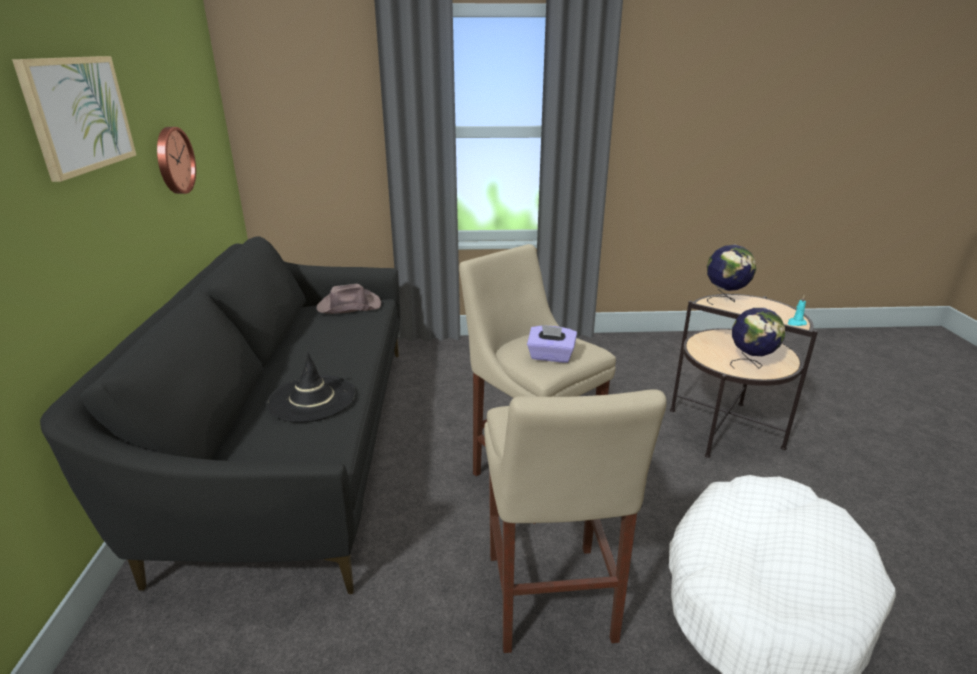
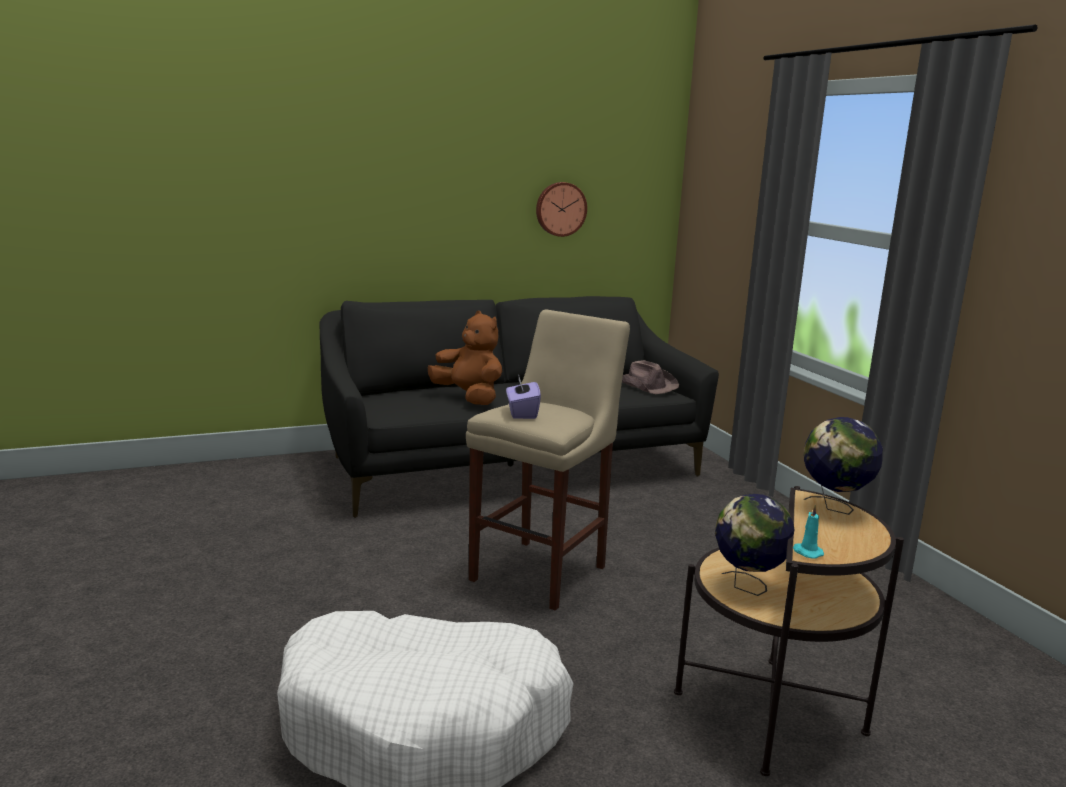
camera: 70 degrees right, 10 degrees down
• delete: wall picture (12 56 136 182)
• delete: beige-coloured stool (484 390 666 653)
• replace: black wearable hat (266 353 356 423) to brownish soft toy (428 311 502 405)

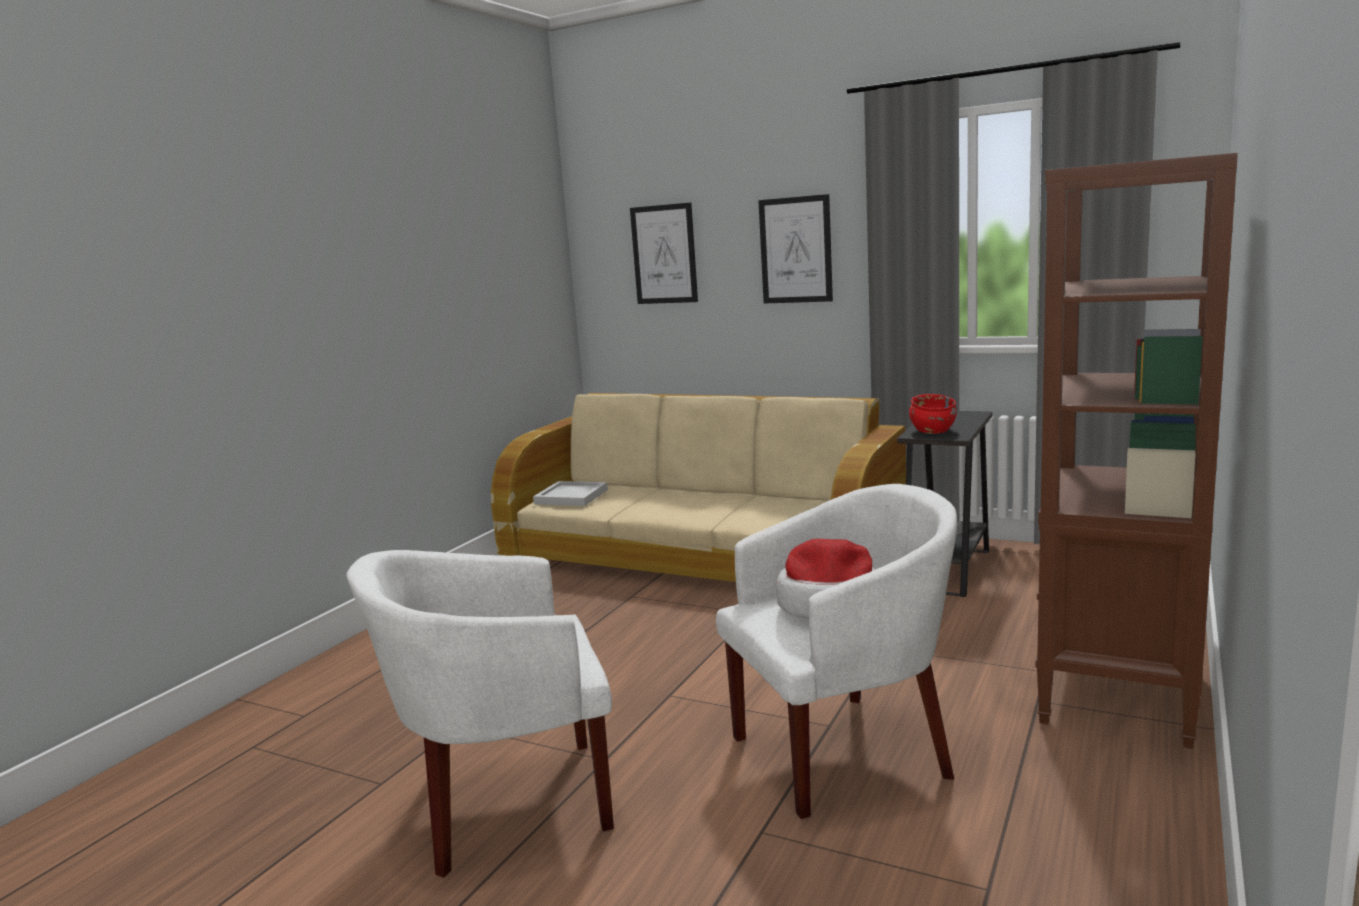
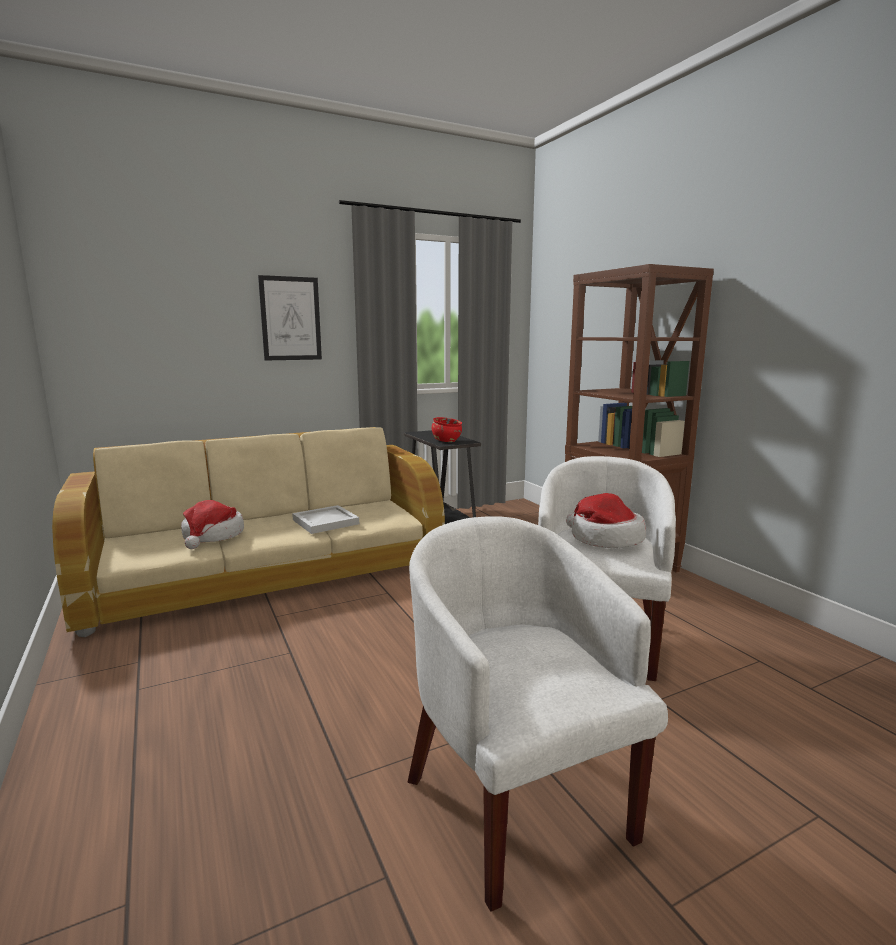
camera: 55 degrees left, 0 degrees up
• delete: wall picture (630 203 698 304)
• insert: wearable hat (181 500 244 549)
• move: white tray (533 481 608 506) to (292 505 359 534)
• rotate: white easy chair (346 550 614 878) = (408 516 668 912) 135 degrees clockwise

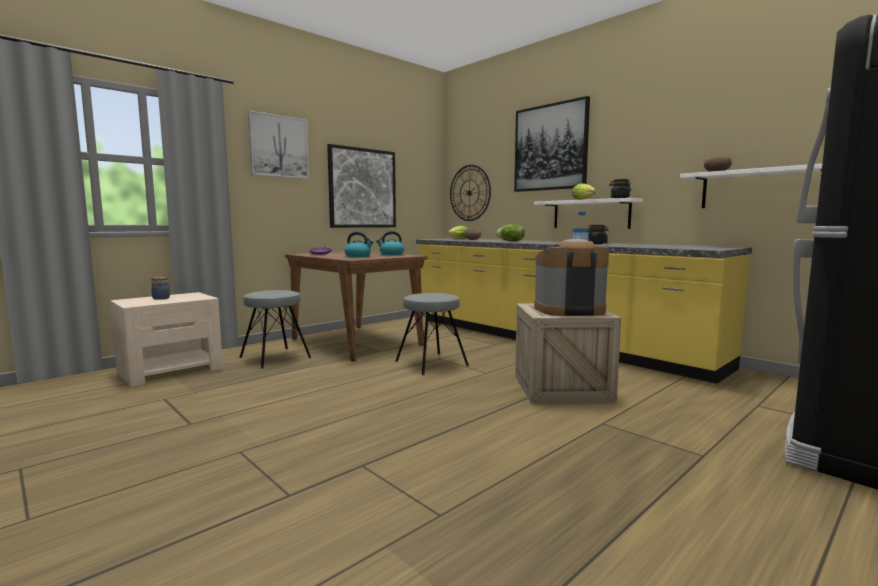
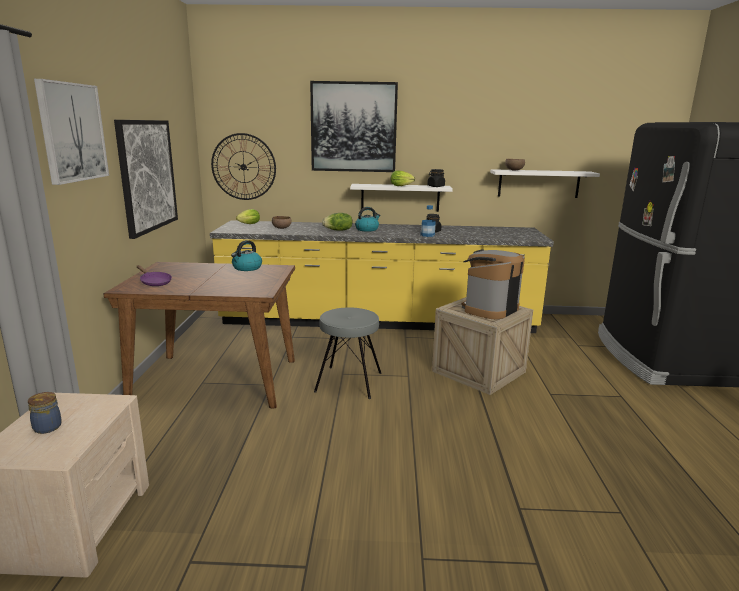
camera: 45 degrees left, 10 degrees up
• delete: grey stool (239 290 311 369)
• move: kettle (345 232 374 257) to (355 207 380 232)

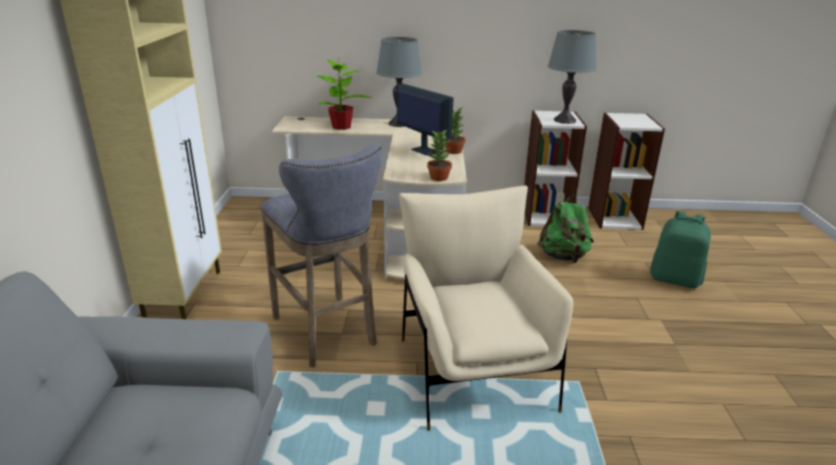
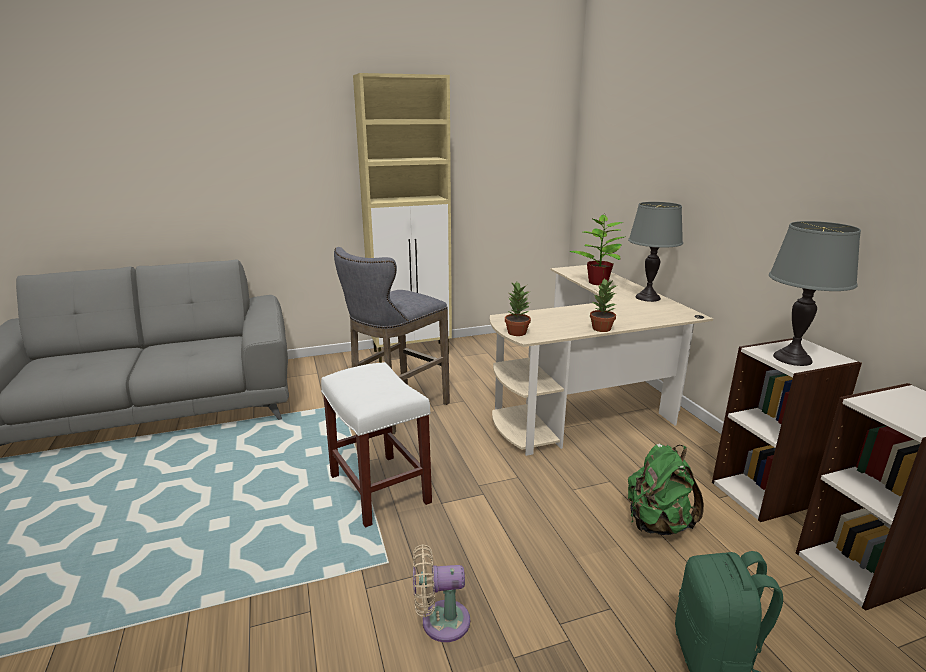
camera: 70 degrees right, 5 degrees down
• delete: computer display (397 83 454 156)
• insert: beige-coloured fan (413 544 470 642)
• replace: beige-coloured easy chair (399 186 573 431) to white stool (321 362 432 528)

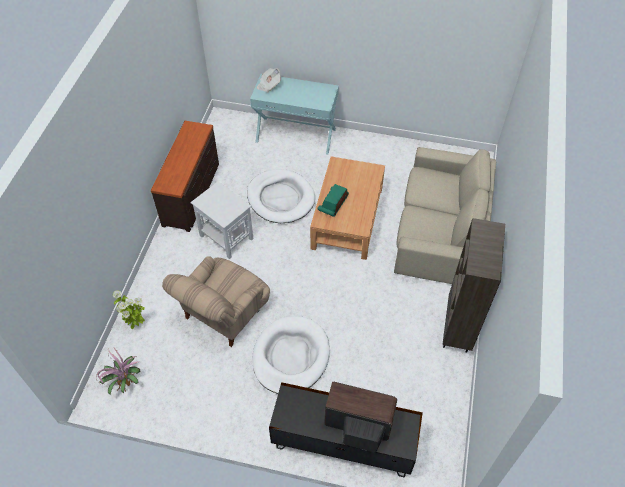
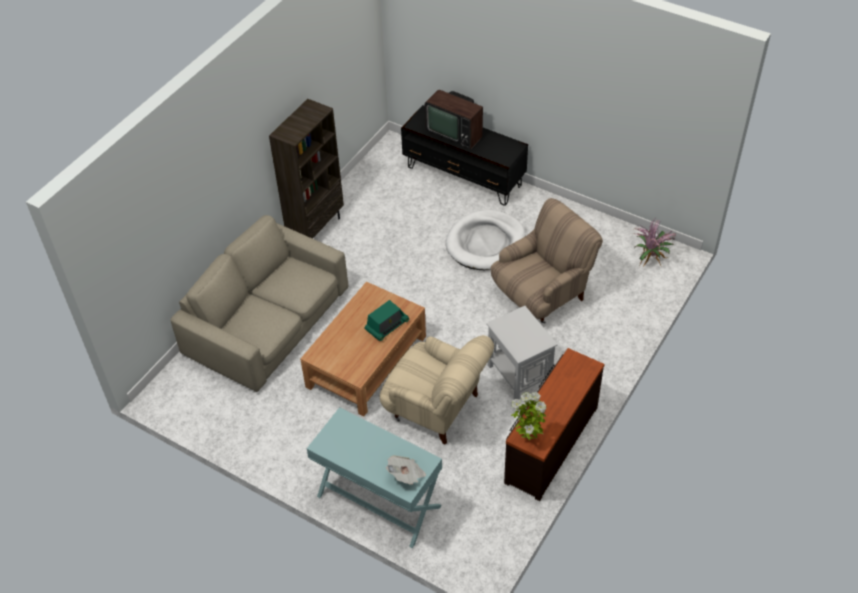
camera: 160 degrees left, 5 degrees down
• move: houseplant (112 290 145 329) to (511 392 547 440)
• replace: white dog cushion (247 169 315 223) to beige-coloured easy chair (380 335 494 445)

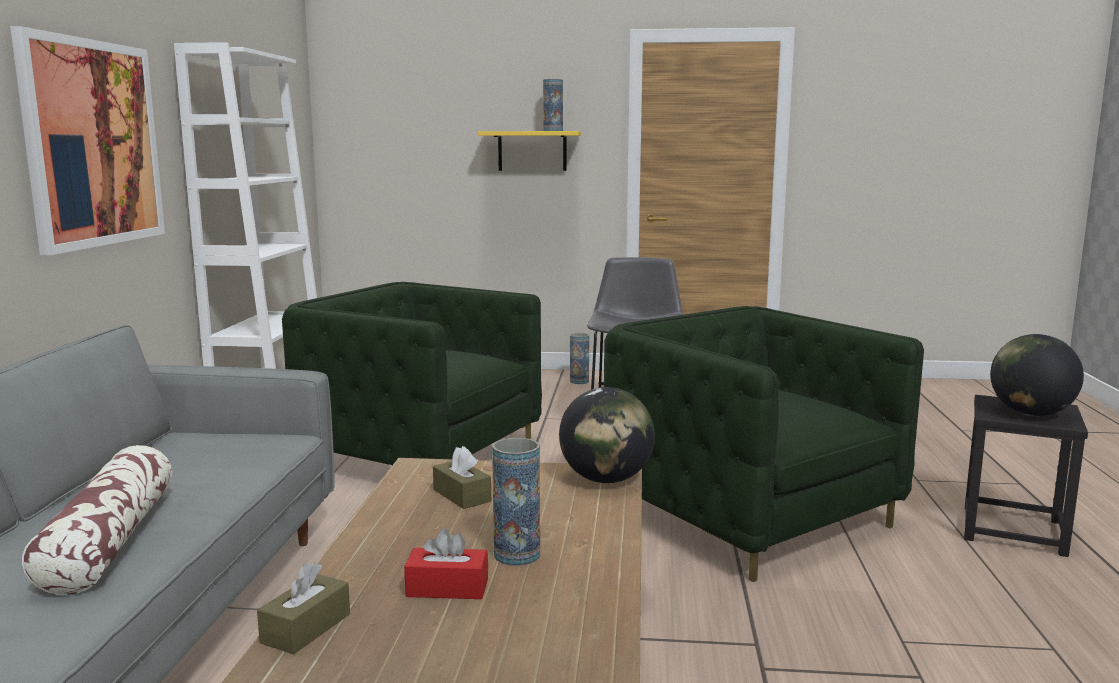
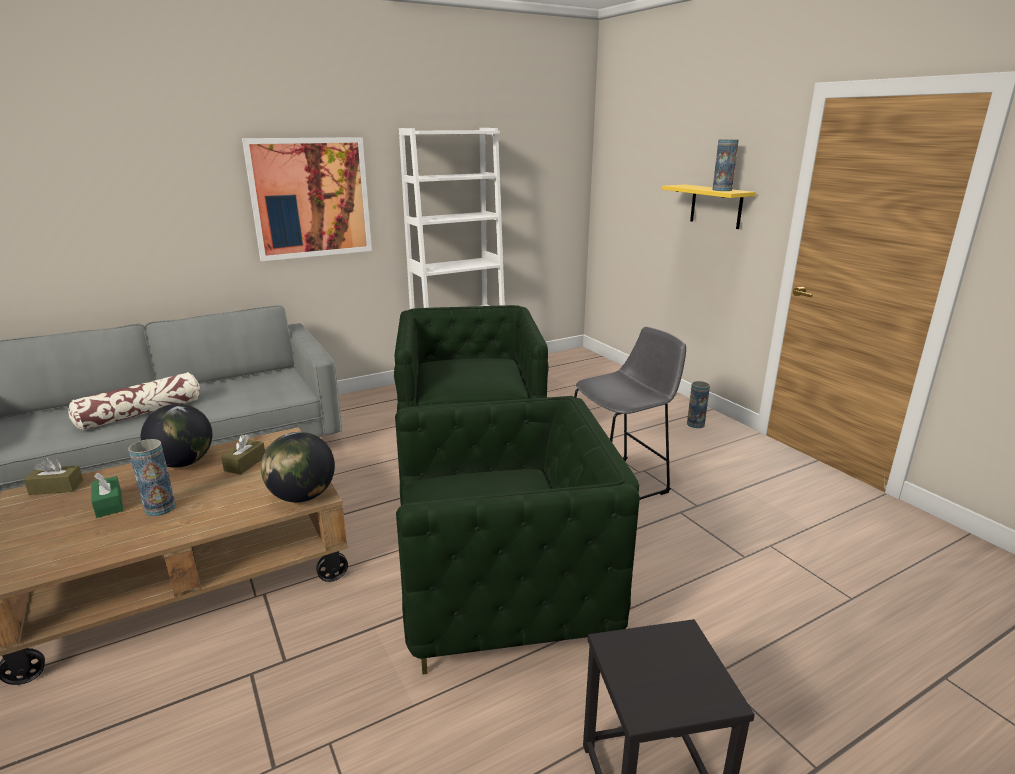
camera: 55 degrees right, 10 degrees up
• move: globe (990 334 1084 416) to (141 404 212 468)
• recolor: red-coloured tissue box (404 529 488 599) to greenish tissue box (91 473 123 518)
• rotate: greenish easy chair (604 306 924 582) = (395 396 640 675) 60 degrees clockwise

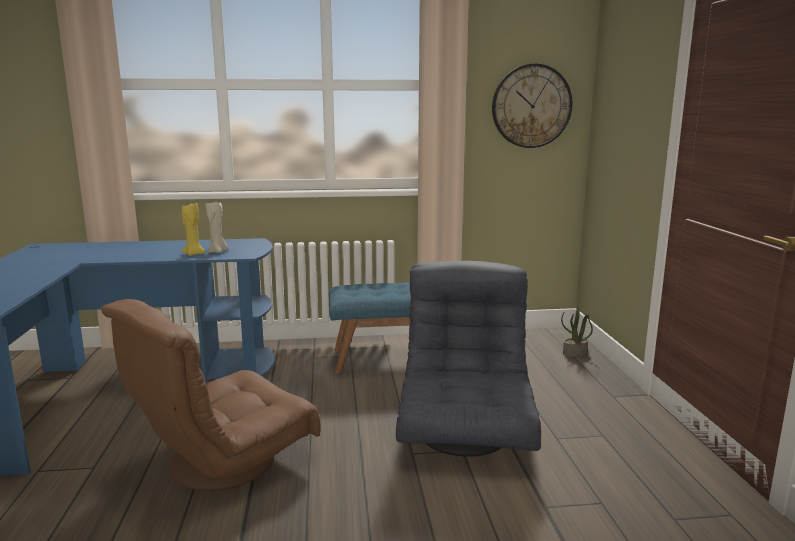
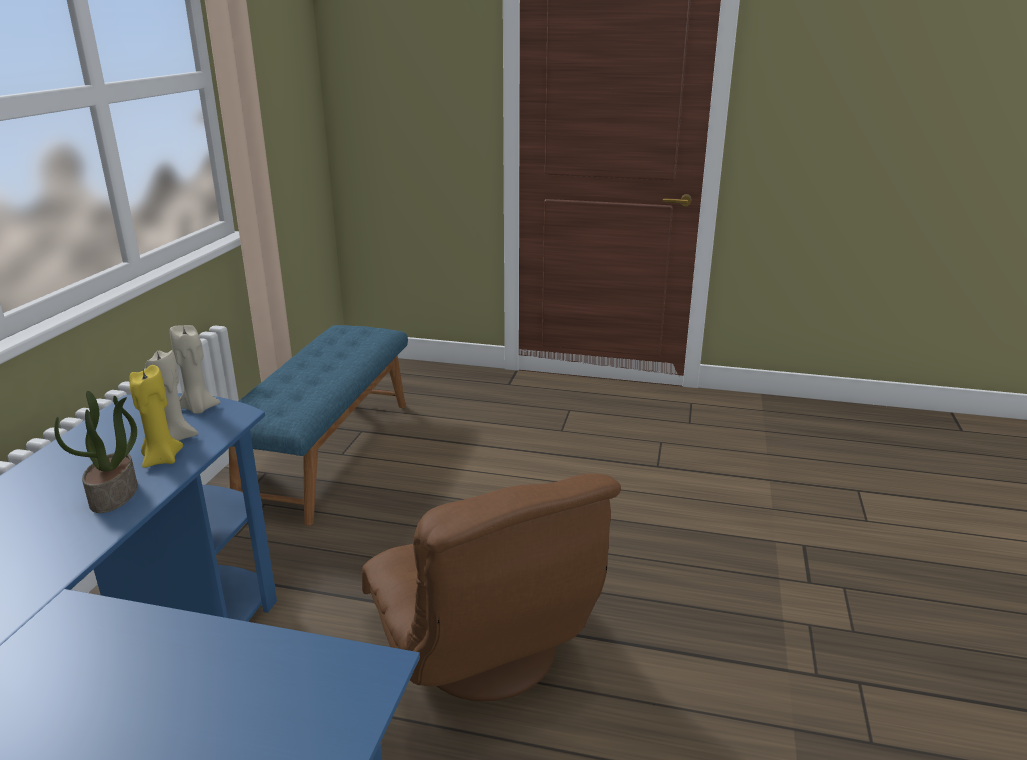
camera: 70 degrees left, 10 degrees up
• delete: grey easy chair (396 261 541 457)
• delete: hanging clock (492 63 573 148)
• insert: beige-coloured wax light (170 325 221 414)
• move: houseplant (561 307 593 357) to (54 391 138 513)

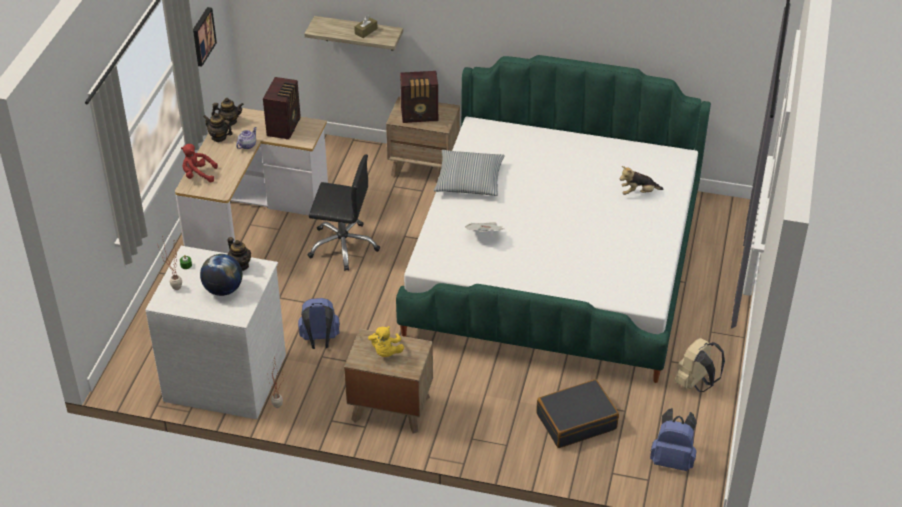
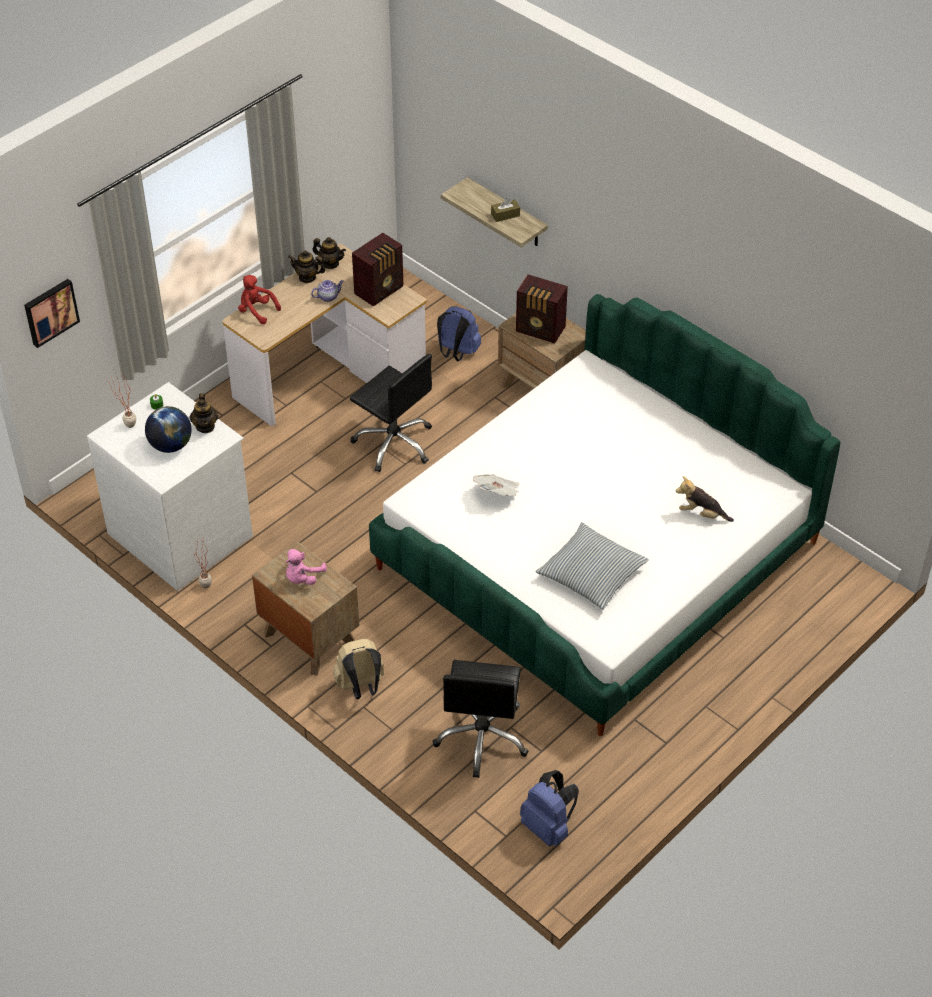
camera: 30 degrees right, 5 degrees up
• move: wall picture (193 7 217 67) to (24 279 80 348)
• move: blue-coloured backpack (298 298 340 349) to (437 306 481 361)
• move: pillow (434 150 505 196) to (536 522 649 610)
• move: beige-coloured backpack (675 338 725 392) to (333 639 384 699)
• replace: black suitcase (536 379 619 448) to black desk chair (433 660 529 778)
• recolor: yellow-coloured soft toy (368 326 404 357) to pink soft toy (286 549 327 585)
• rotate: tea pot (203 113 233 142) = (288 251 326 283) 45 degrees counterclockwise

